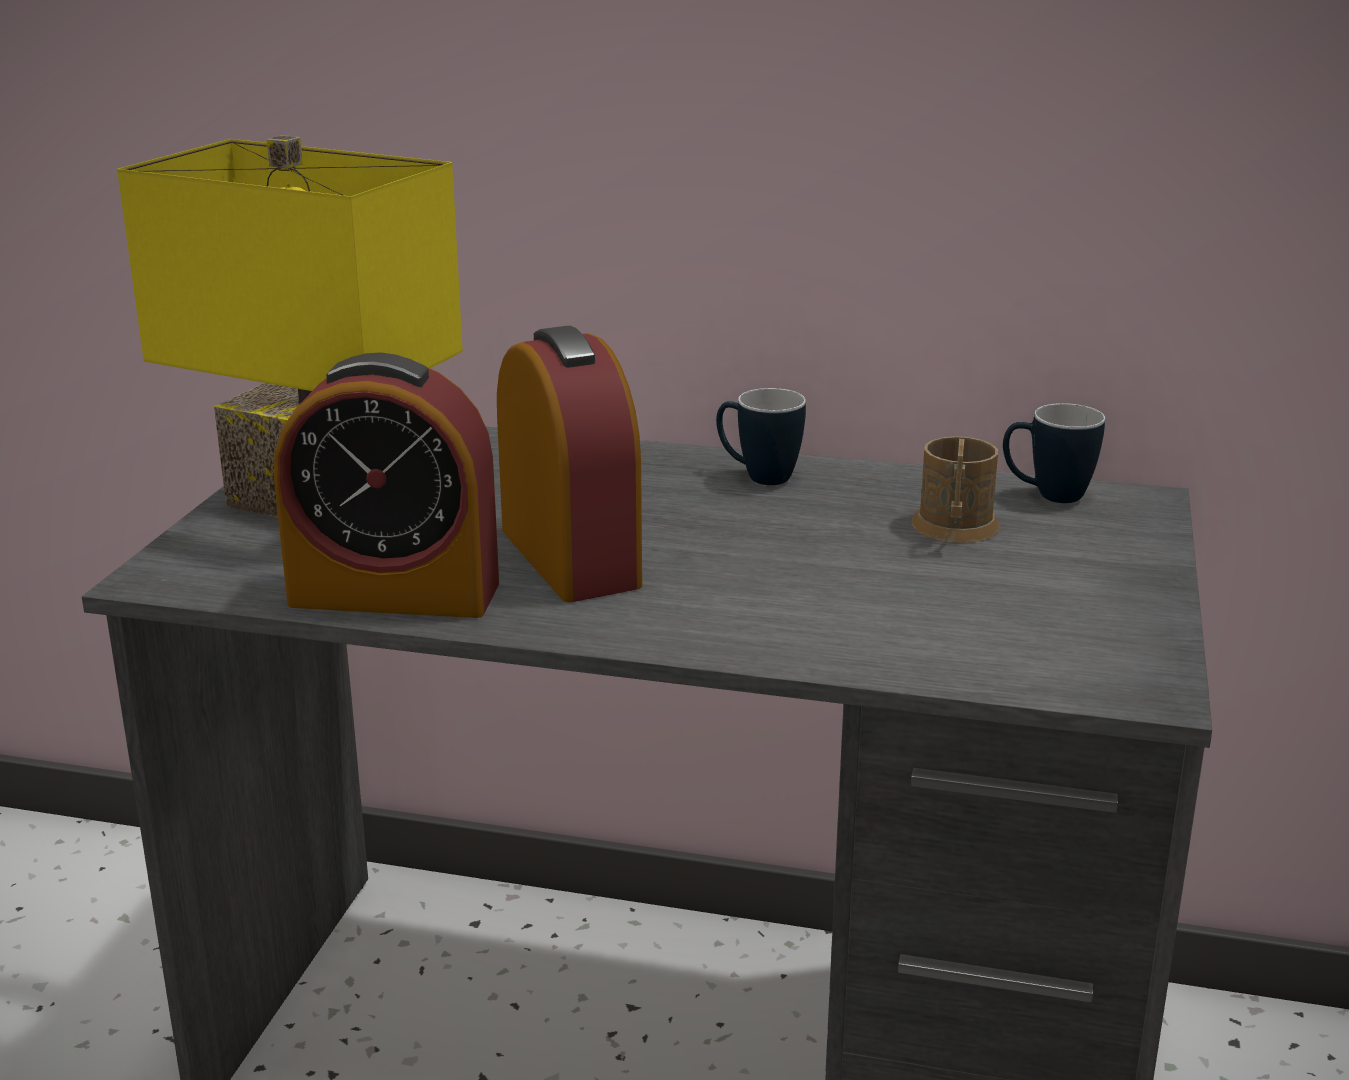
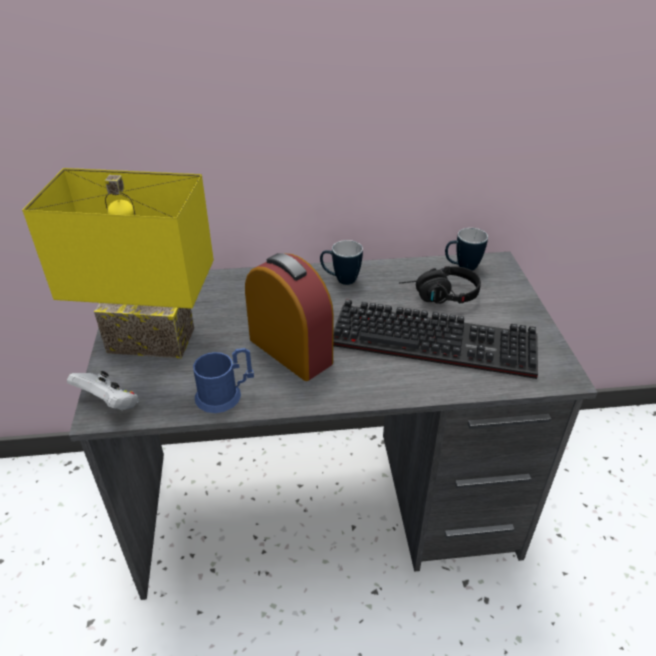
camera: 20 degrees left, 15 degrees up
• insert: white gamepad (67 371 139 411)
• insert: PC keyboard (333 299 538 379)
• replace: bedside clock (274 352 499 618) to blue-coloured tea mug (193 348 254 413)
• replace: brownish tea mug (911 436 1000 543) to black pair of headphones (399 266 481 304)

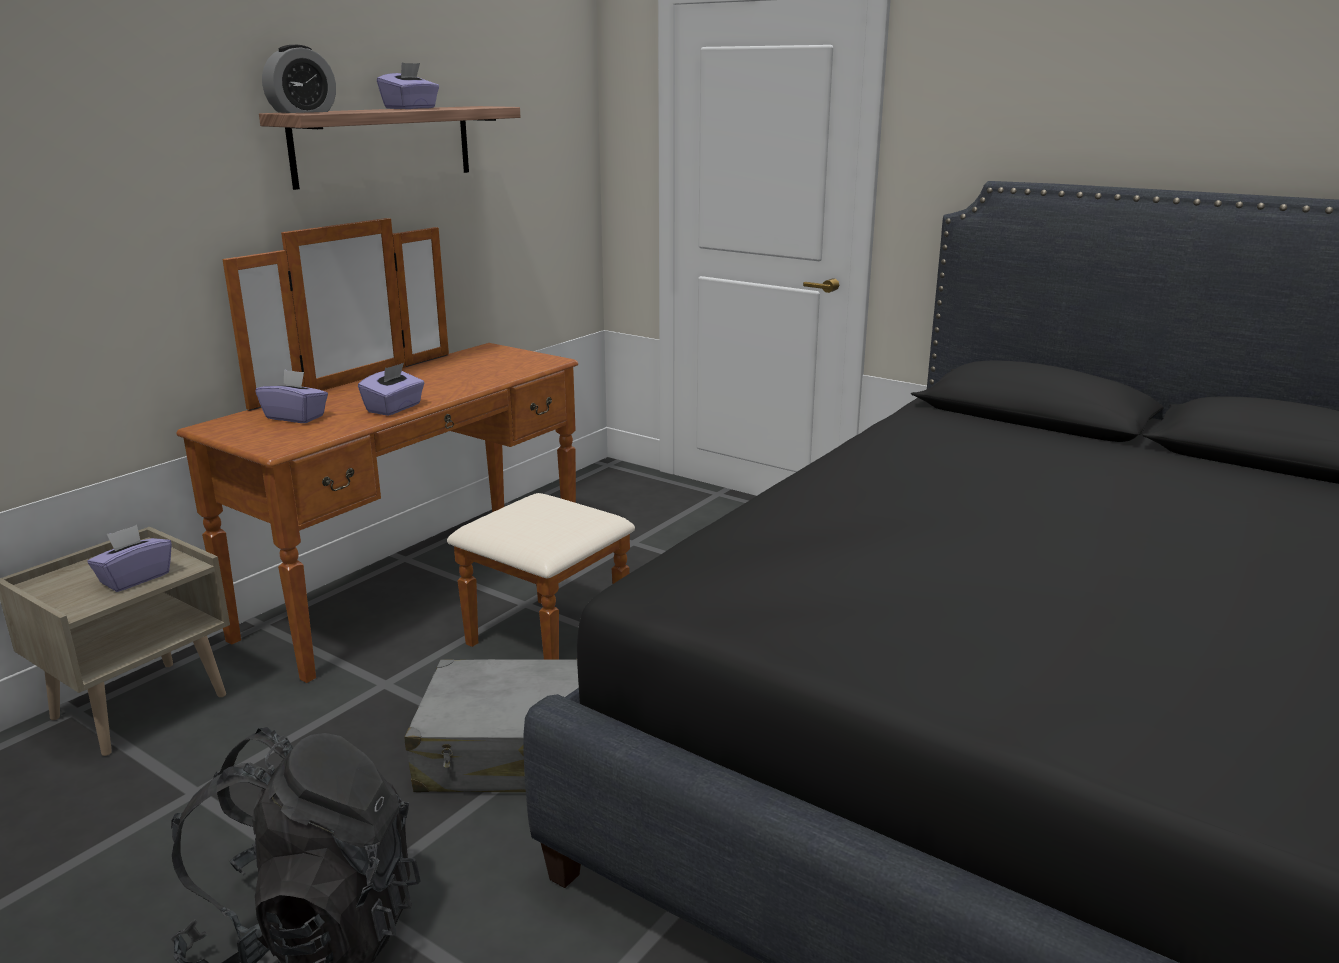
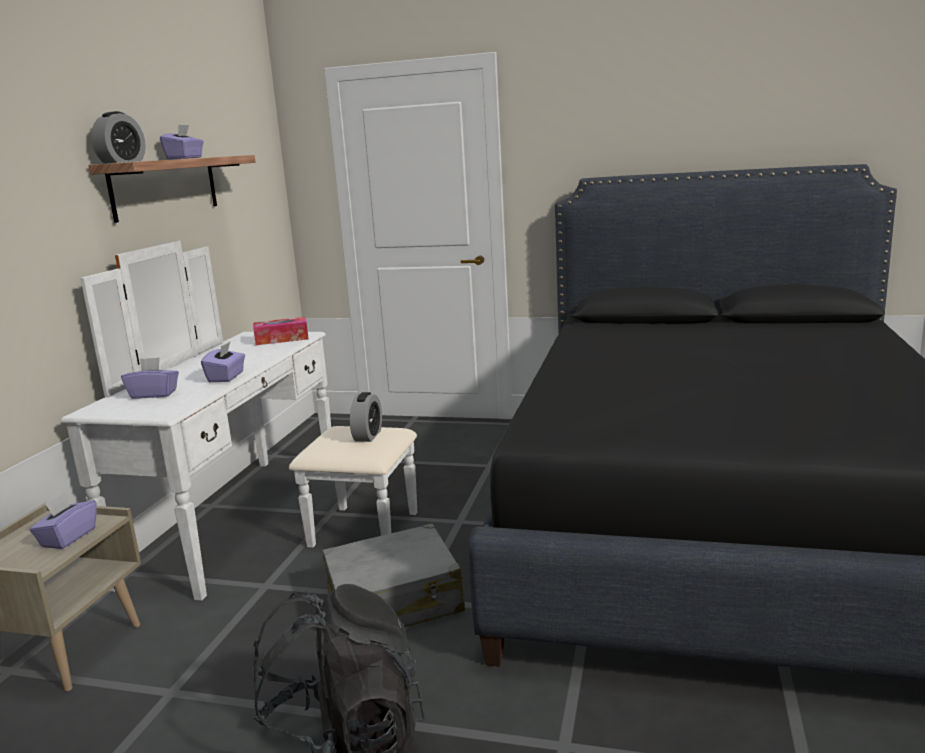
camera: 20 degrees left, 5 degrees down
• insert: tissue box (253 317 309 345)
• insert: bedside clock (350 392 382 442)
• recolor: brownish drawer chest (177 218 635 683) to white drawer chest (61 241 417 601)

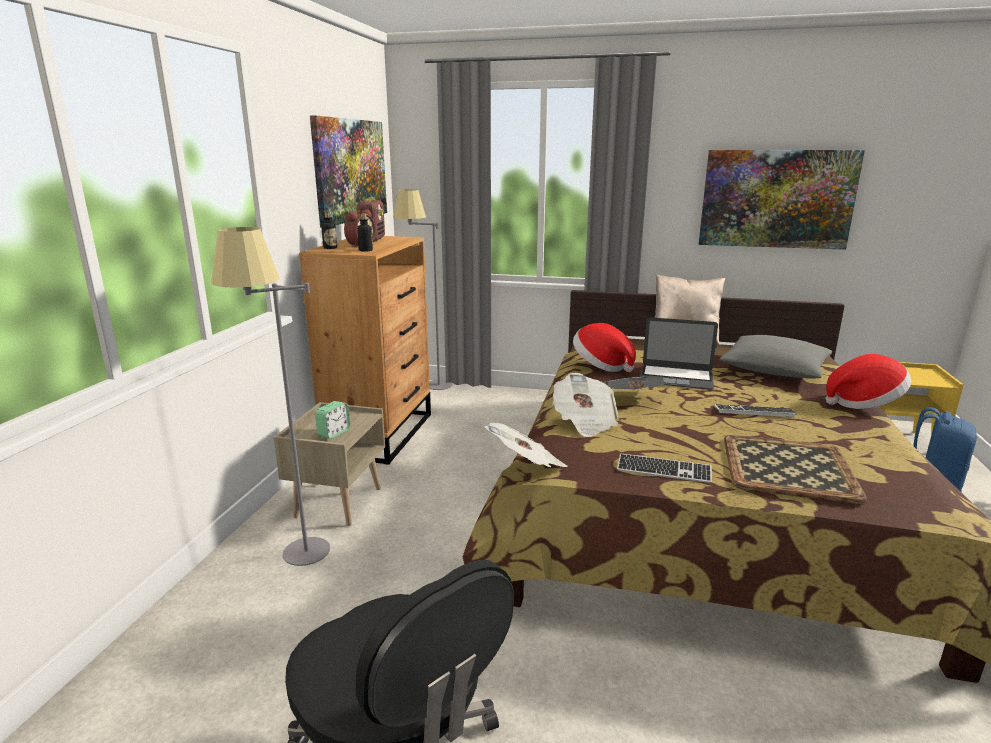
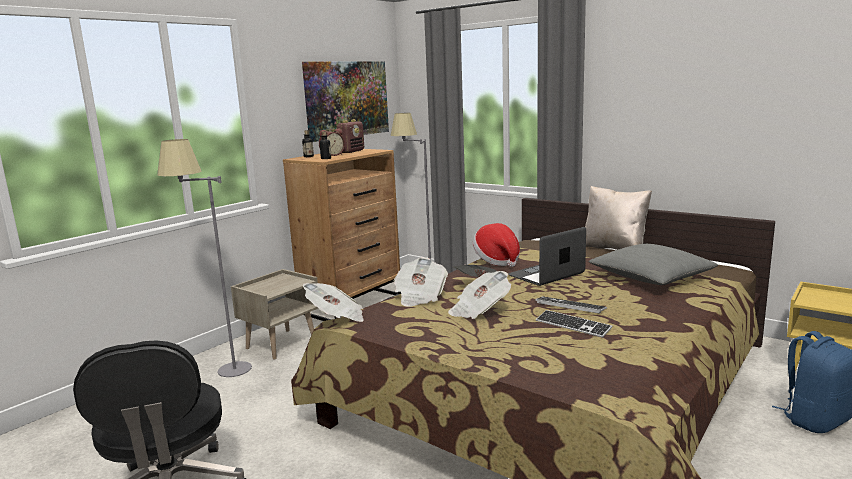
camera: 25 degrees right, 5 degrees down
• delete: bedside clock (315 401 350 439)
• delete: wall picture (699 150 865 250)
• delete: tray (724 435 867 504)
• delete: wearable hat (826 354 911 409)
• insert: newspaper (448 271 511 319)
• move: PC keyboard (617 453 712 483) to (536 310 612 338)
• rotate: notebook computer (640 317 718 390) = (508 227 586 286) 105 degrees clockwise

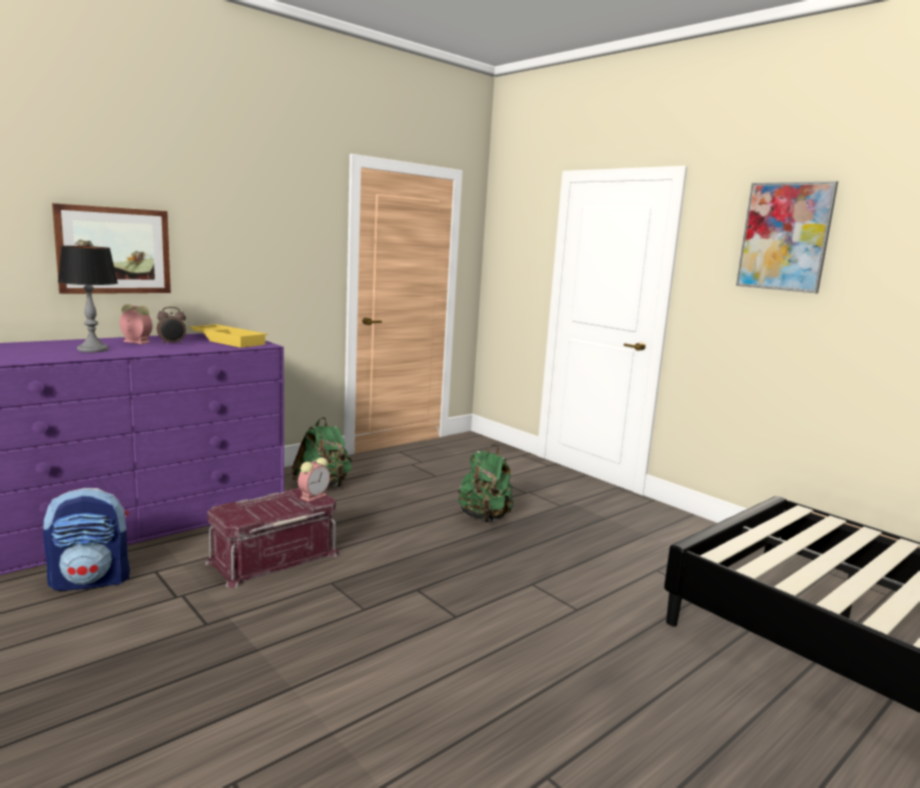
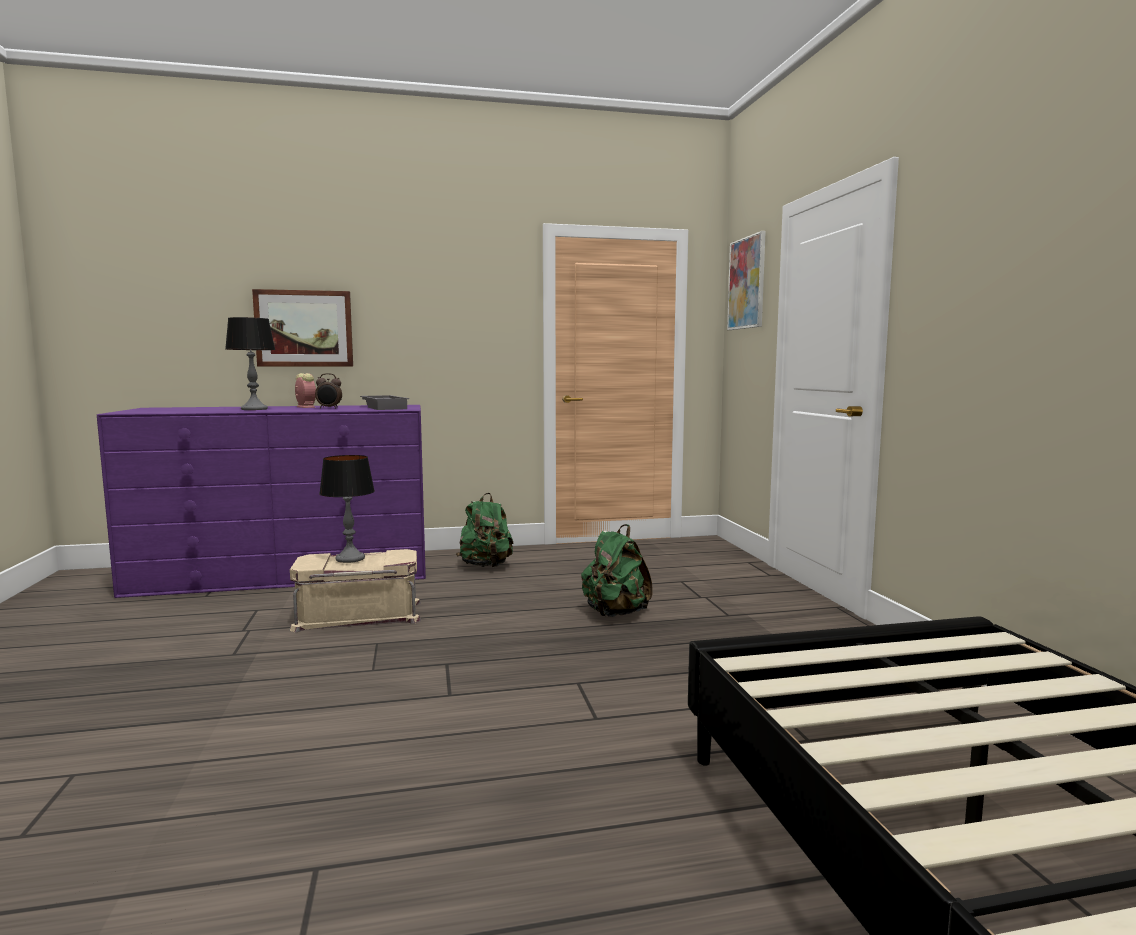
camera: 30 degrees right, 5 degrees down
• delete: backpack (43 488 130 591)
• delete: bedside clock (298 457 330 502)
• insert: tabletop lamp (319 455 375 563)
• move: wall picture (736 181 838 293) to (727 231 766 330)
• recolor: yellow-coloured tray (189 324 268 348) to grey tray (360 395 409 410)
• recolor: red-coloured storage container (205 488 340 588) to beige-coloured storage container (290 549 421 632)

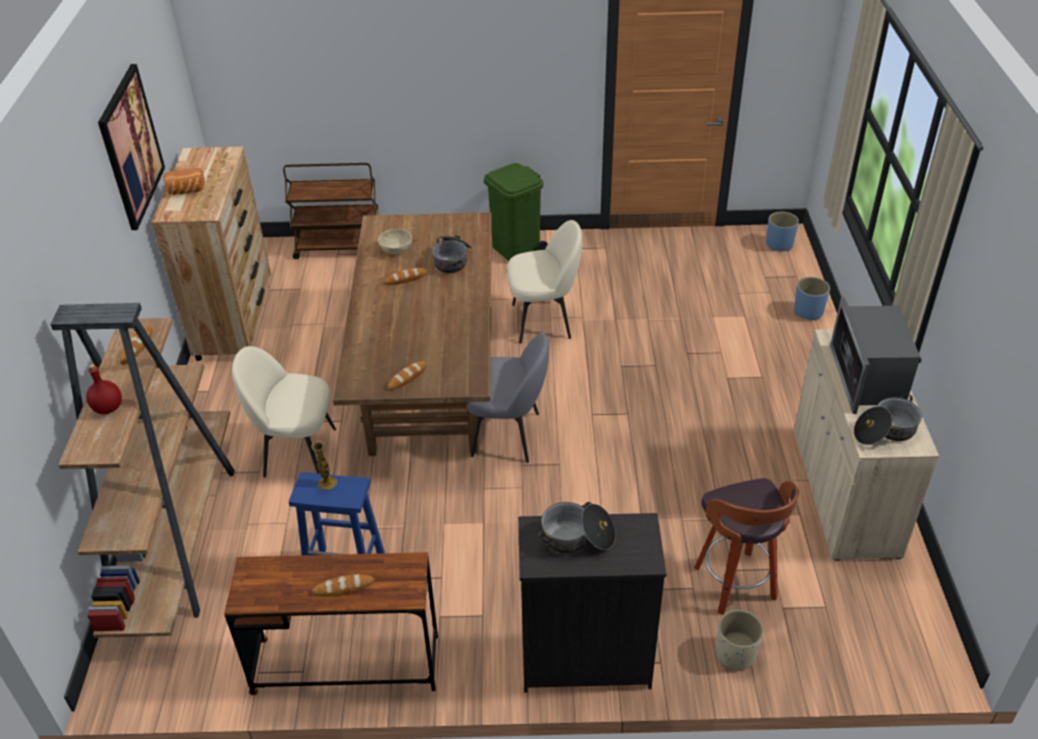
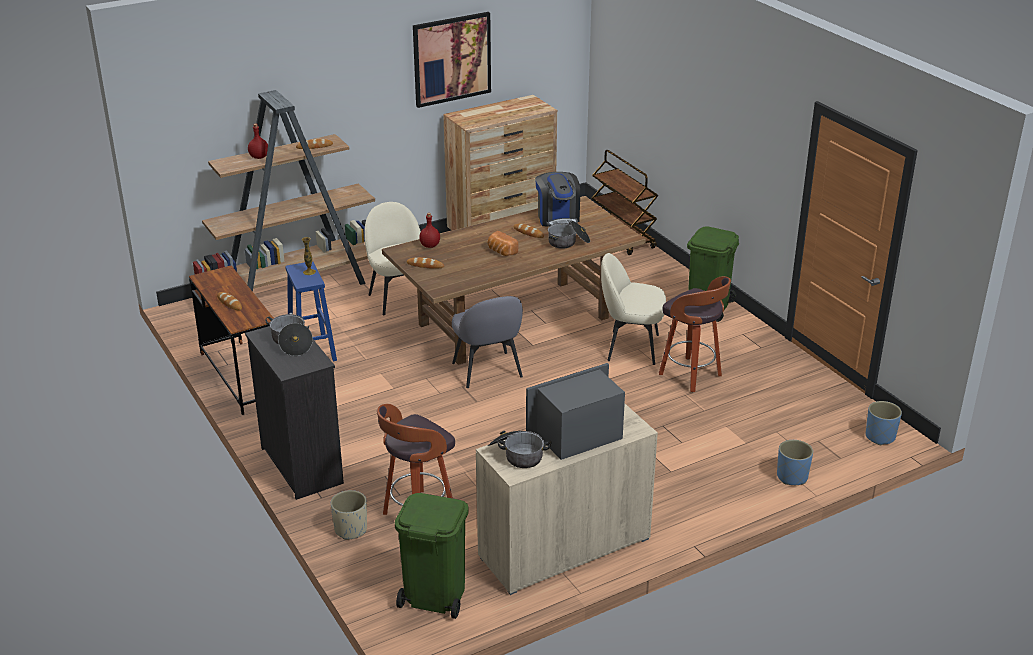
camera: 60 degrees right, 10 degrees down
• insert: greenish rubbish bin (395 493 469 619)
• insert: red-coloured beverage bottle (419 213 440 248)
• insert: stool (659 276 731 392)
• move: bakery bread (163 168 205 195) to (488 231 519 256)
• replace: beige-coloured deep dish (378 229 412 254) to coffee brewer (535 172 580 227)
• rotate: beige-coloured upright chair (507 220 582 344) = (601 253 666 365) 135 degrees clockwise

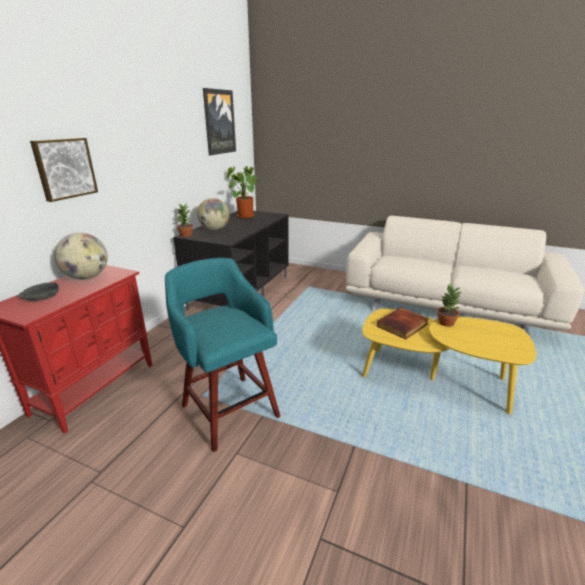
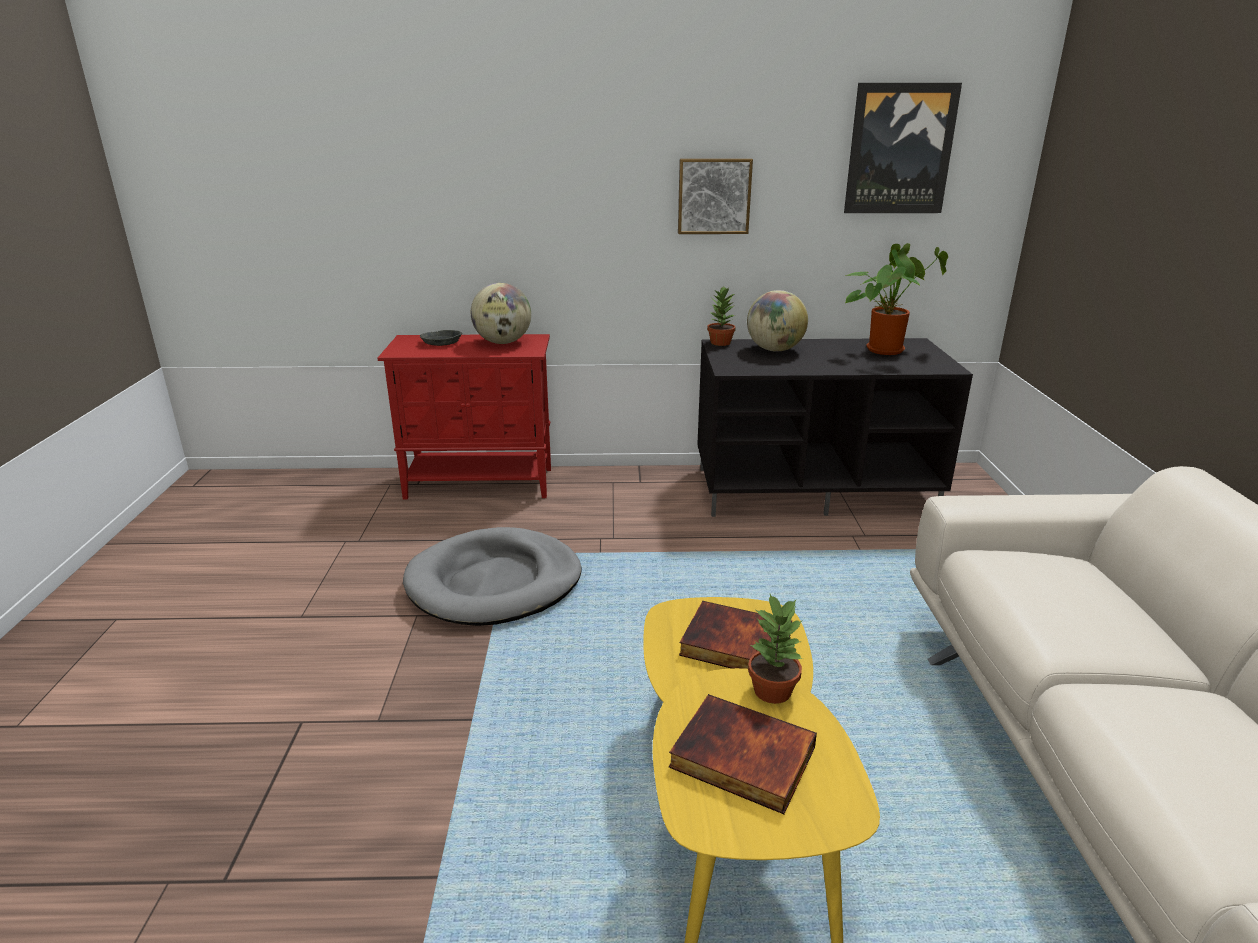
camera: 65 degrees right, 0 degrees up
• insert: bound book (669 694 817 814)
• move: wall picture (30 138 98 202) to (678 158 753 234)
• replace: turquoise-coloured stool (165 258 281 452) to grey dog cushion (403 527 581 626)

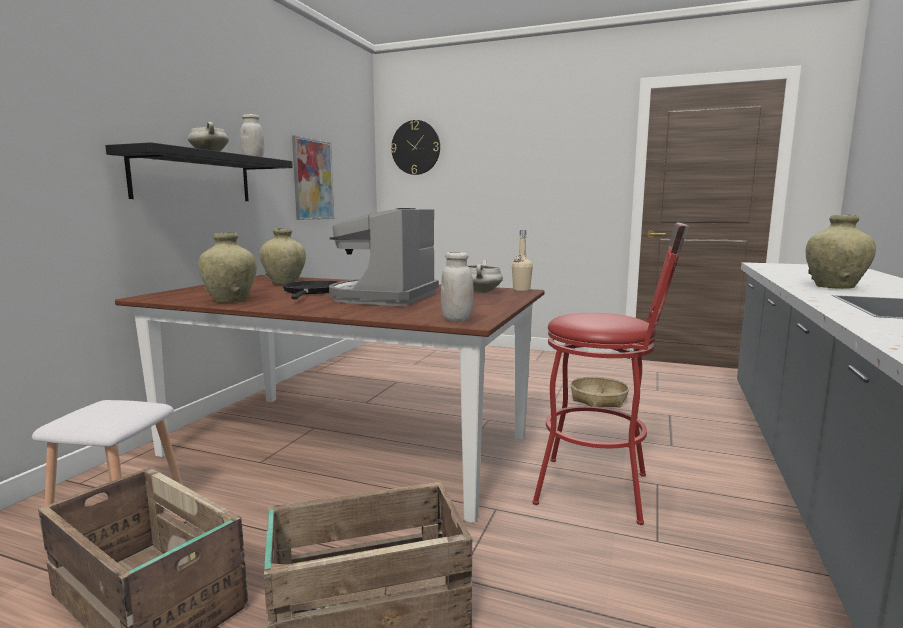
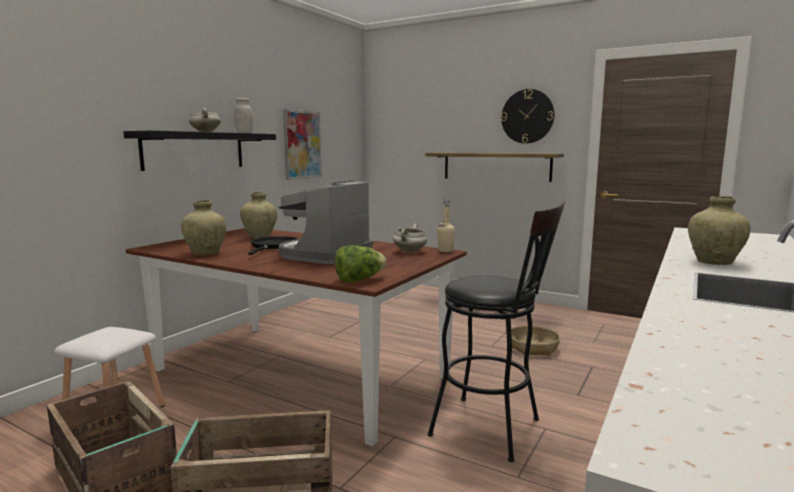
camera: 10 degrees right, 0 degrees up
• insert: bracket shelf (426 153 564 182)
• move: hanging clock (391 120 440 175) to (501 89 554 144)
• replace: white jar (441 251 474 322) to head of lettuce (335 245 387 282)
• recolor: red-coloured stool (532 222 689 525) to black stool (428 201 565 462)

